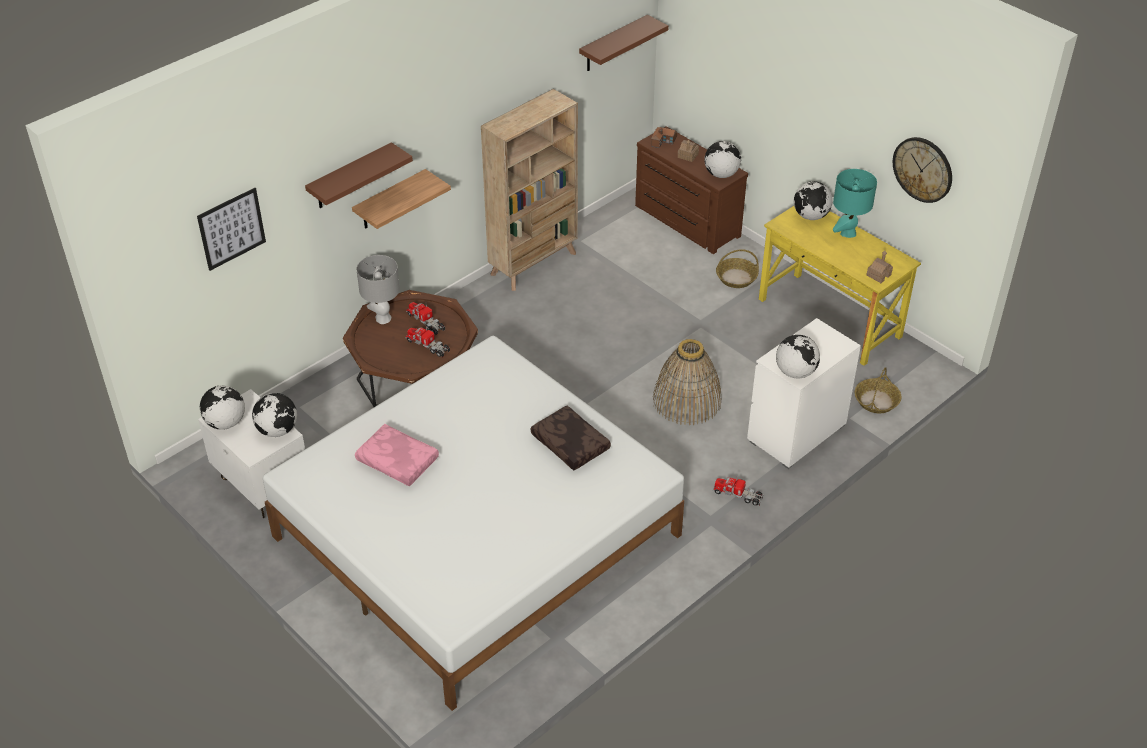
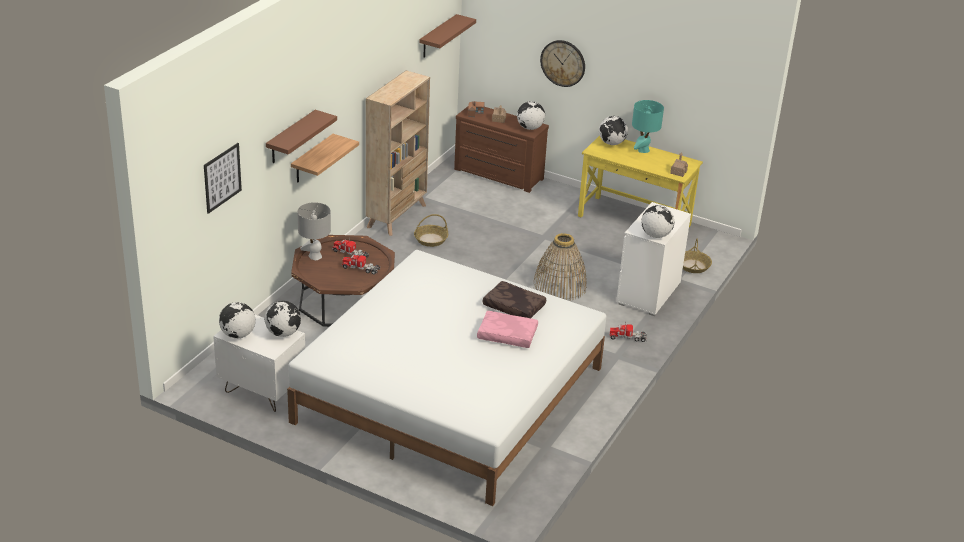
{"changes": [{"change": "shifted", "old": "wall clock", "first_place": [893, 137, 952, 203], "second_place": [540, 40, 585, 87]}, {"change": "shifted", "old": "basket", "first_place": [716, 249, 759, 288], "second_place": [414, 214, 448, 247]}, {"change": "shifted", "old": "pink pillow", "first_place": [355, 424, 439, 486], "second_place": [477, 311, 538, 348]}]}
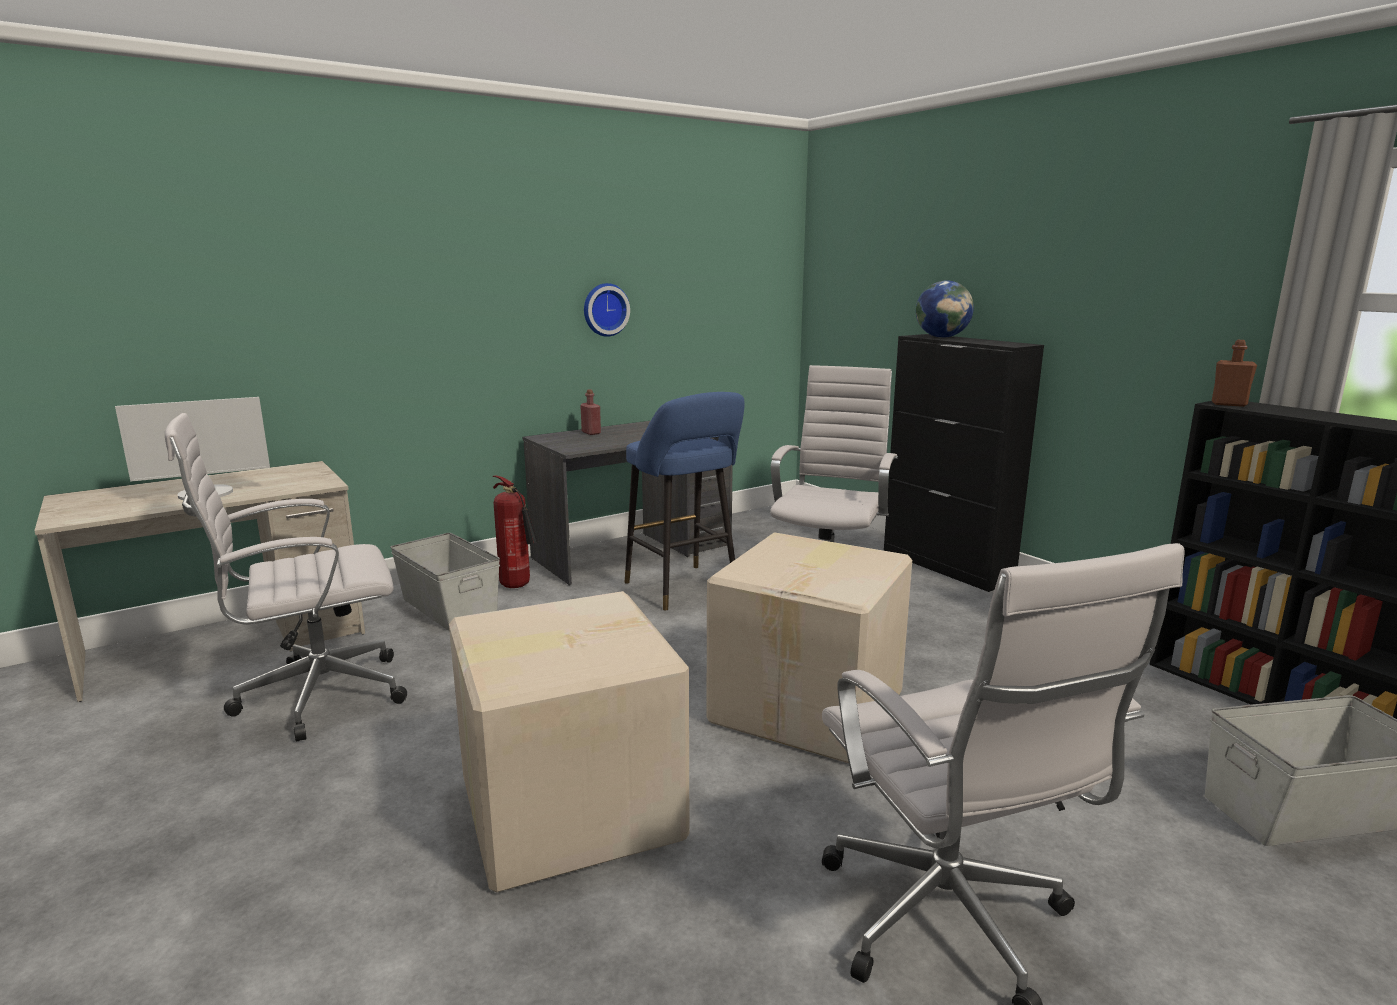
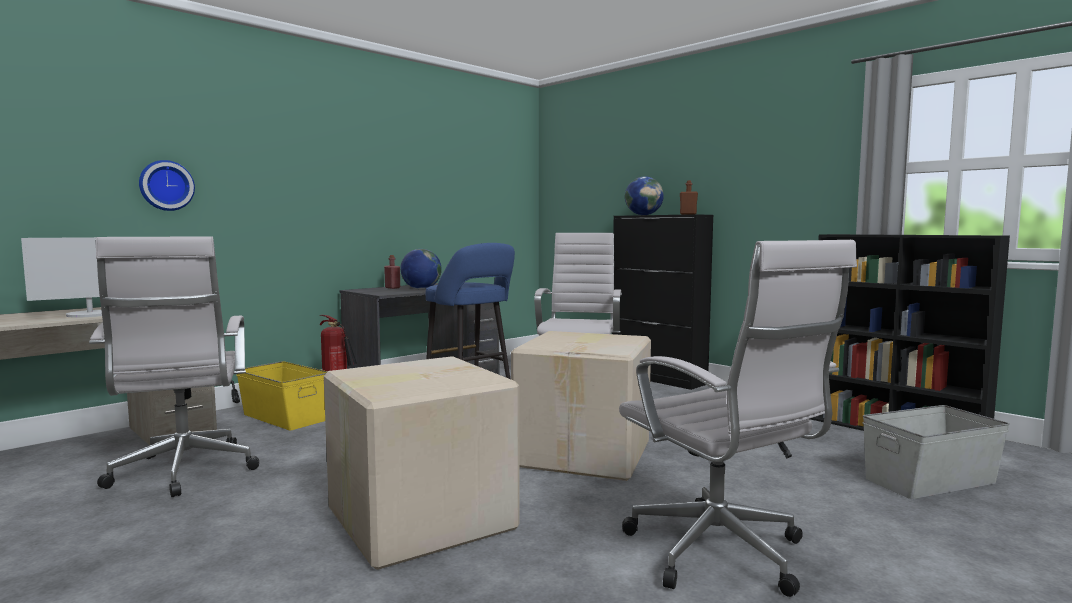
{"changes": [{"change": "shifted", "old": "wall clock", "first_place": [584, 283, 630, 337], "second_place": [139, 160, 195, 211]}, {"change": "shifted", "old": "brown bottle", "first_place": [1212, 340, 1257, 407], "second_place": [680, 180, 698, 215]}, {"change": "rotated", "old": "white office chair", "first_place": [165, 413, 407, 742], "second_place": [89, 236, 259, 497], "degrees": -75}, {"change": "repainted", "old": "grey storage box", "new": "yellow storage box", "first_place": [390, 533, 500, 631], "second_place": [236, 361, 328, 431]}, {"change": "new", "new": "globe", "second_place": [400, 249, 442, 289]}]}
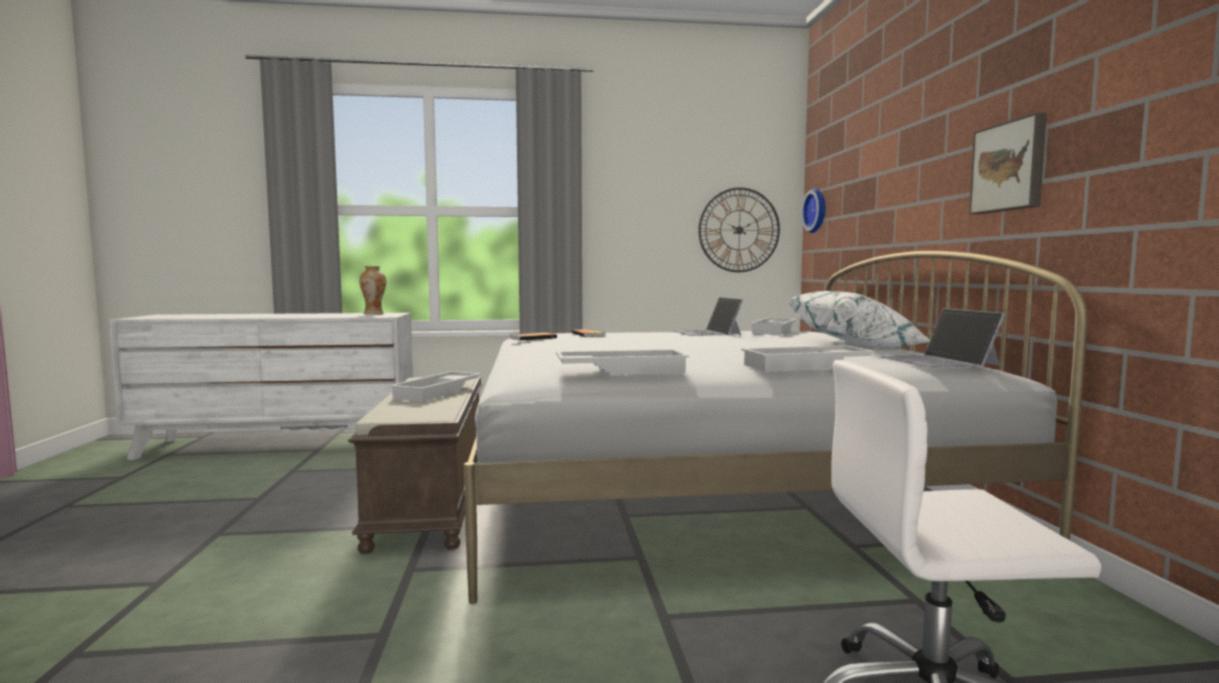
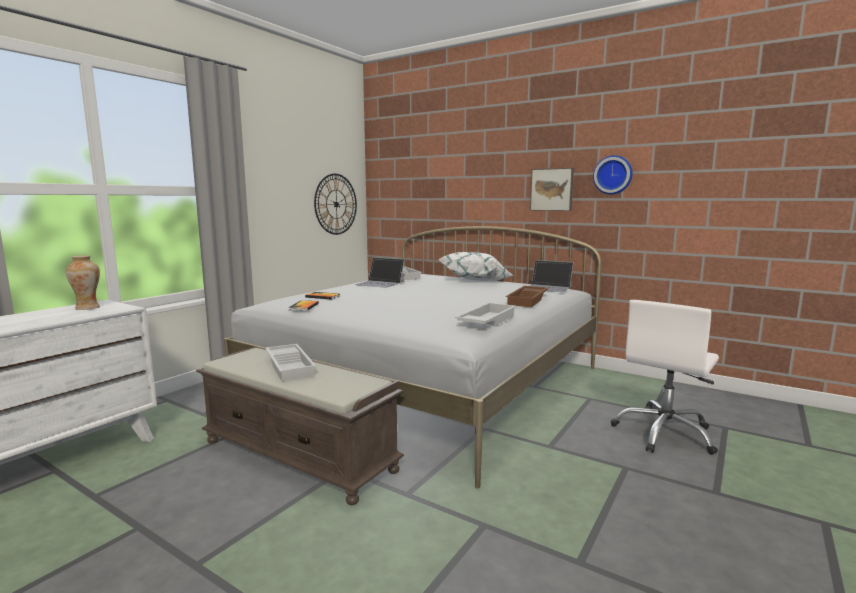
{"changes": [{"change": "shifted", "old": "wall clock", "first_place": [801, 188, 825, 233], "second_place": [593, 155, 633, 195]}, {"change": "repainted", "old": "white tray", "new": "brown tray", "first_place": [741, 345, 875, 372], "second_place": [506, 286, 548, 307]}]}
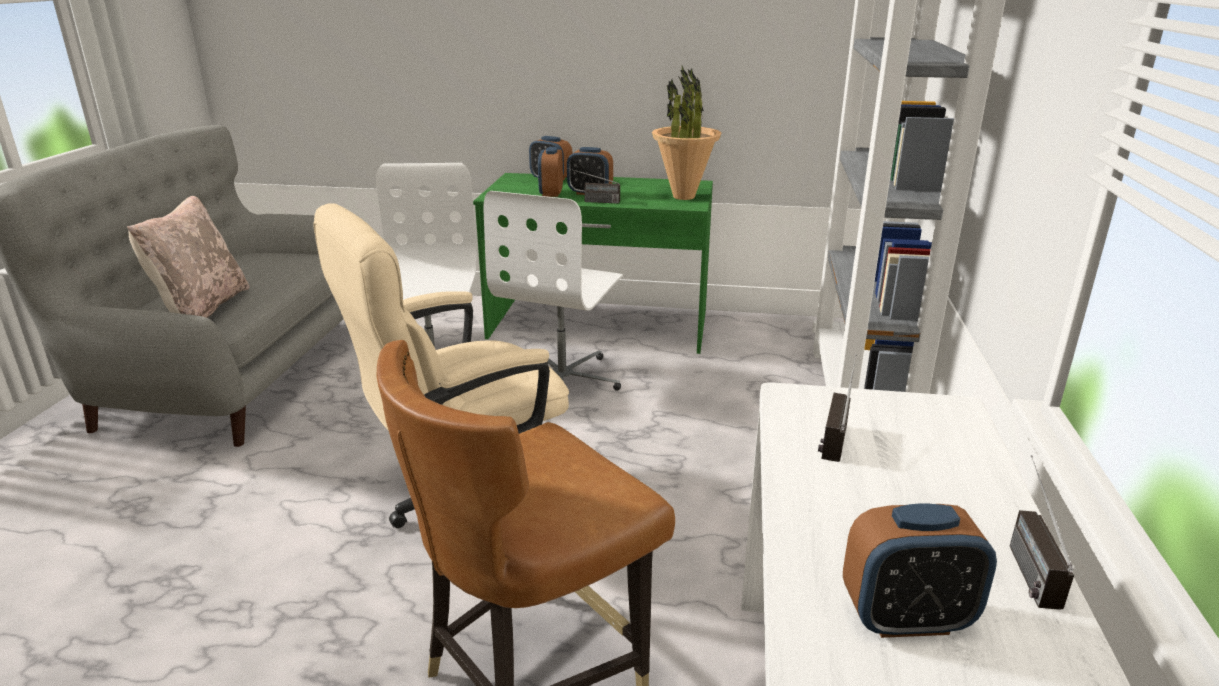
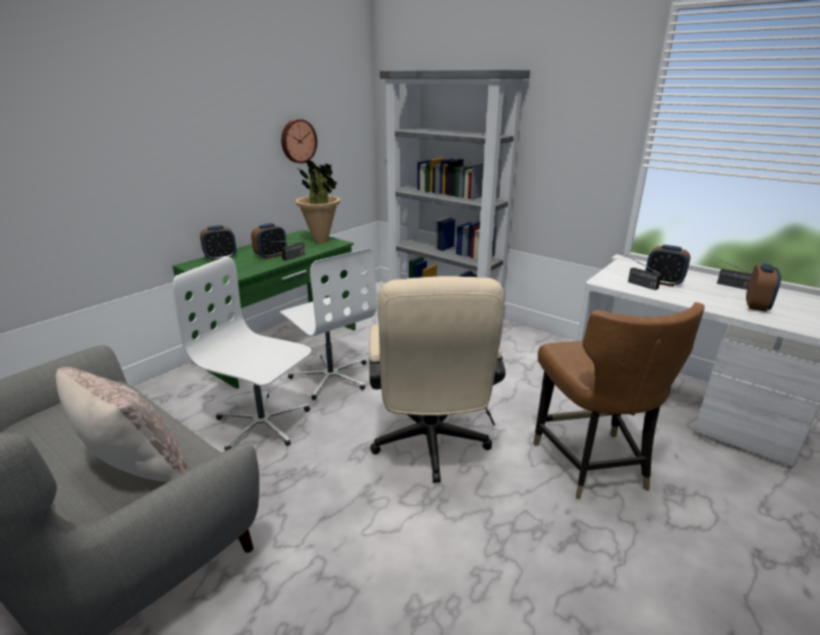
{"changes": [{"change": "shifted", "old": "alarm clock", "first_place": [538, 147, 563, 197], "second_place": [645, 245, 690, 287]}, {"change": "new", "new": "wall clock", "second_place": [281, 119, 317, 163]}]}
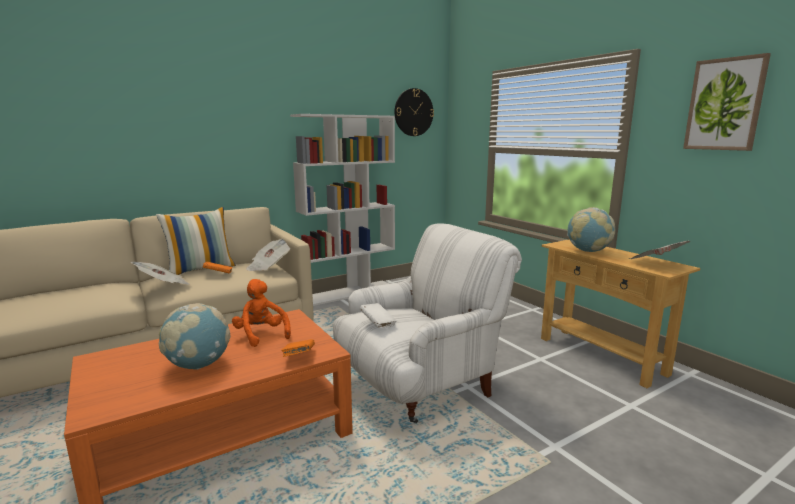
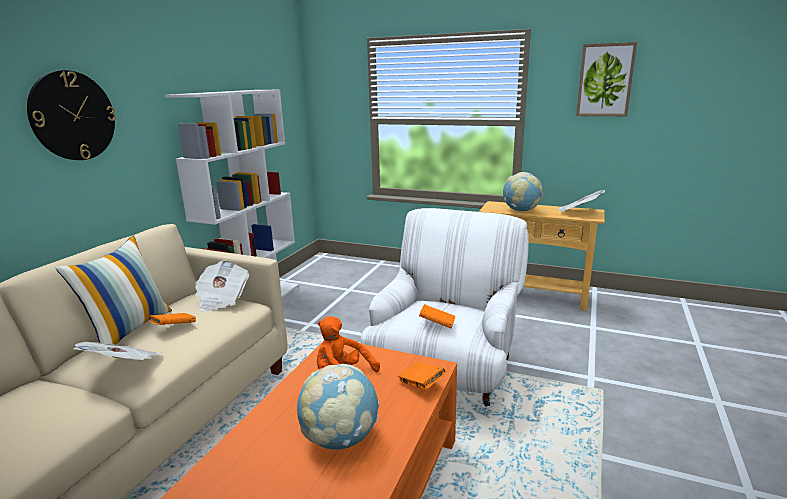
{"changes": [{"change": "shifted", "old": "wall clock", "first_place": [395, 88, 434, 136], "second_place": [27, 70, 116, 160]}, {"change": "repainted", "old": "white book", "new": "orange book", "first_place": [360, 303, 397, 328], "second_place": [419, 304, 455, 329]}]}
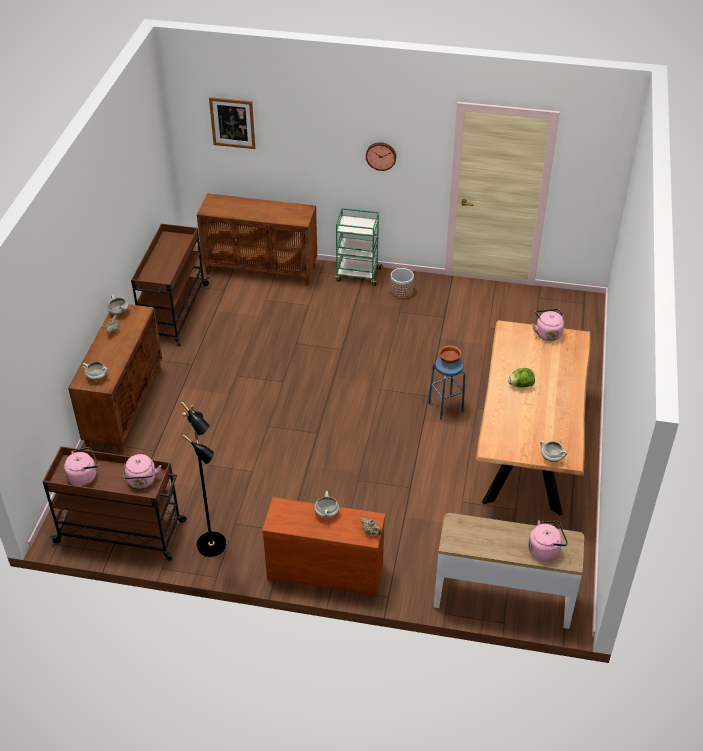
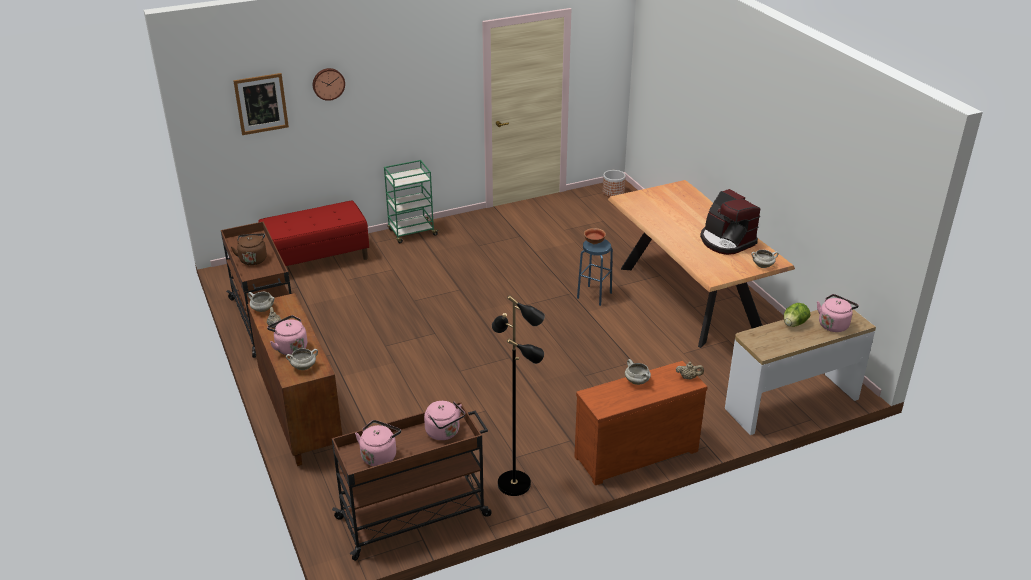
{"changes": [{"change": "shifted", "old": "wall clock", "first_place": [366, 142, 396, 171], "second_place": [313, 68, 345, 101]}, {"change": "swapped", "old": "brown cabinet", "new": "red bench", "first_place": [197, 194, 317, 286], "second_place": [258, 201, 369, 266]}, {"change": "shifted", "old": "planter", "first_place": [390, 268, 414, 299], "second_place": [603, 170, 626, 197]}, {"change": "shifted", "old": "pink kettle", "first_place": [532, 309, 564, 341], "second_place": [267, 315, 307, 355]}, {"change": "shifted", "old": "lettuce", "first_place": [508, 368, 535, 388], "second_place": [784, 303, 810, 327]}, {"change": "new", "new": "coffee machine", "second_place": [700, 189, 760, 255]}, {"change": "new", "new": "brown kettle", "second_place": [231, 233, 267, 265]}]}
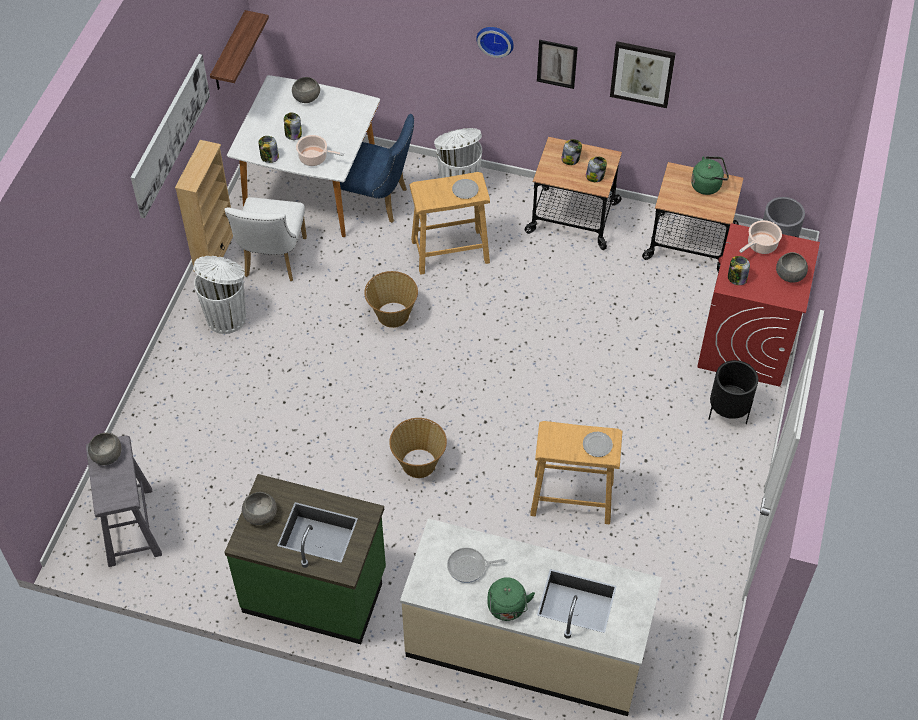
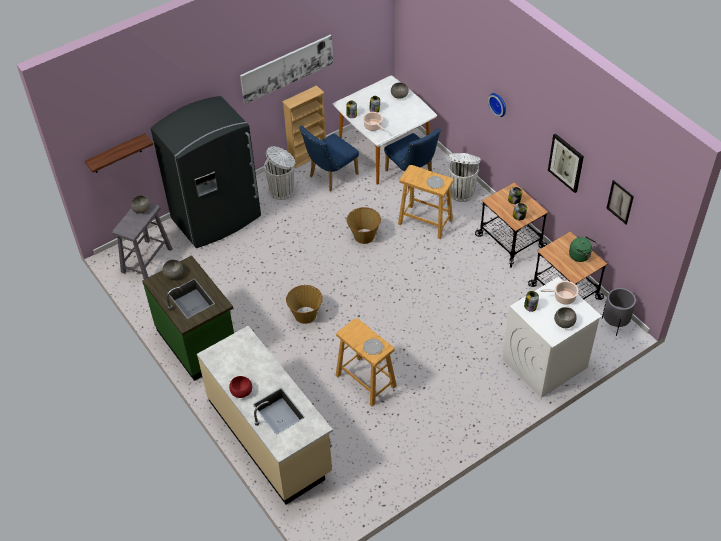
{"changes": [{"change": "shifted", "old": "shelf", "first_place": [210, 10, 269, 90], "second_place": [85, 133, 153, 173]}, {"change": "shifted", "old": "picture", "first_place": [537, 40, 578, 89], "second_place": [607, 180, 634, 224]}, {"change": "repainted", "old": "white chair", "new": "blue chair", "first_place": [224, 197, 307, 281], "second_place": [300, 126, 359, 191]}, {"change": "repainted", "old": "red washing machine", "new": "white washing machine", "first_place": [697, 223, 820, 387], "second_place": [502, 277, 602, 398]}, {"change": "gone", "old": "black planter", "first_place": [709, 360, 758, 424]}, {"change": "gone", "old": "frying pan", "first_place": [447, 548, 505, 583]}, {"change": "swapped", "old": "green kettle", "new": "red bowl", "first_place": [487, 577, 535, 621], "second_place": [229, 376, 252, 398]}, {"change": "new", "new": "grey fridge", "second_place": [151, 96, 261, 248]}]}
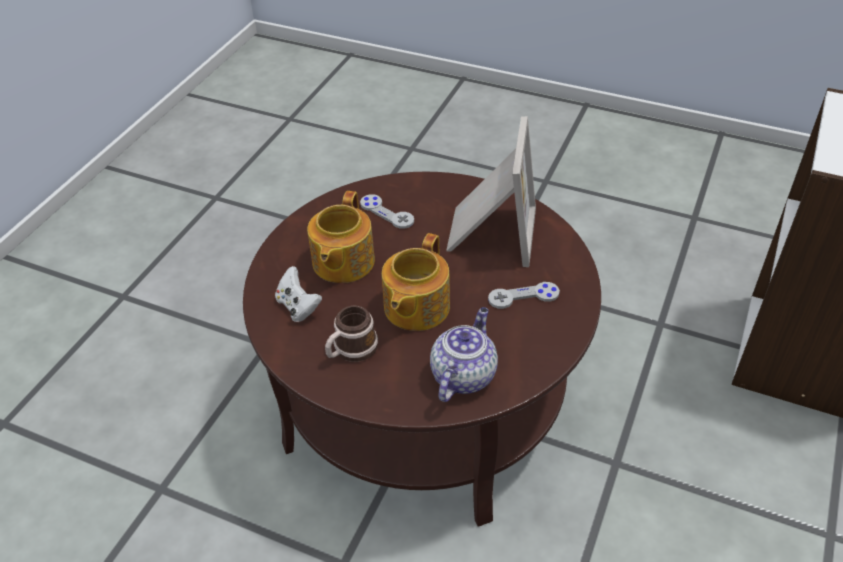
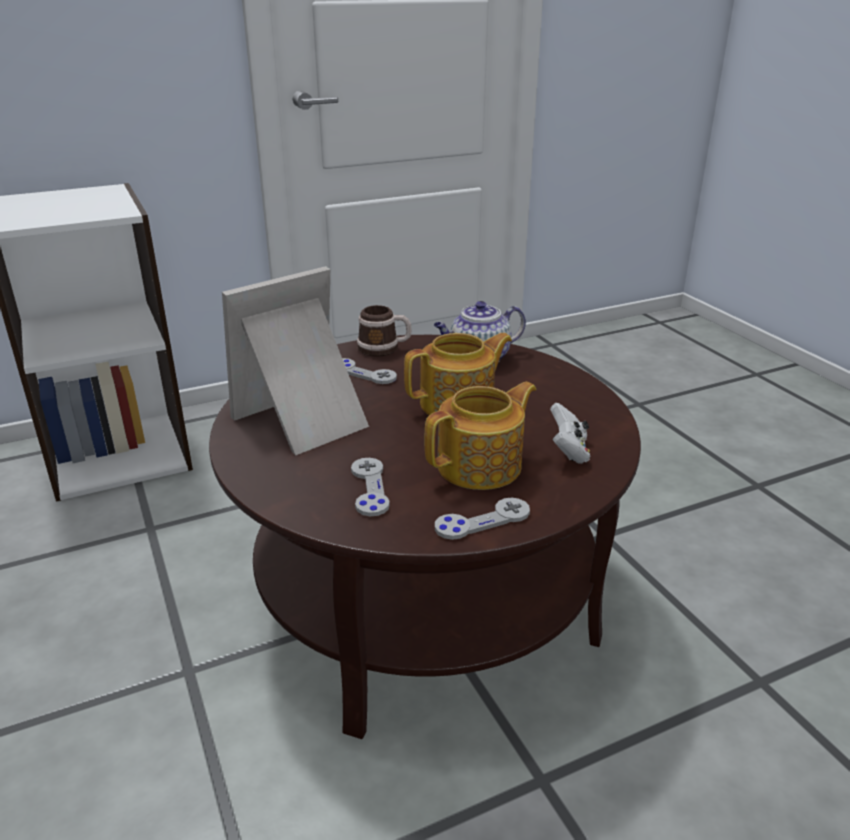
{"changes": [{"change": "shifted", "old": "mug", "first_place": [325, 306, 378, 362], "second_place": [357, 305, 412, 357]}, {"change": "new", "new": "grey game controller", "second_place": [435, 498, 530, 540]}]}
